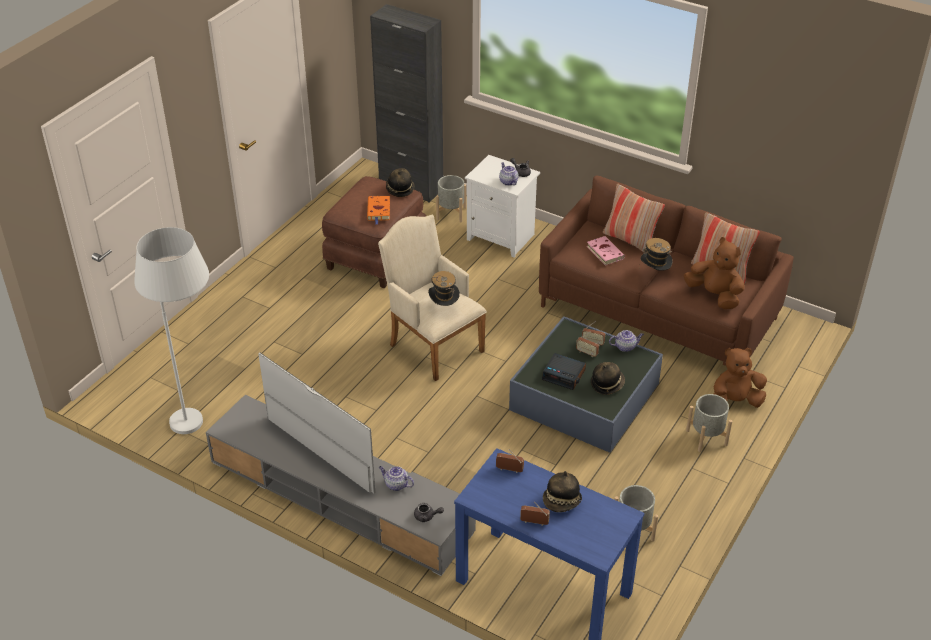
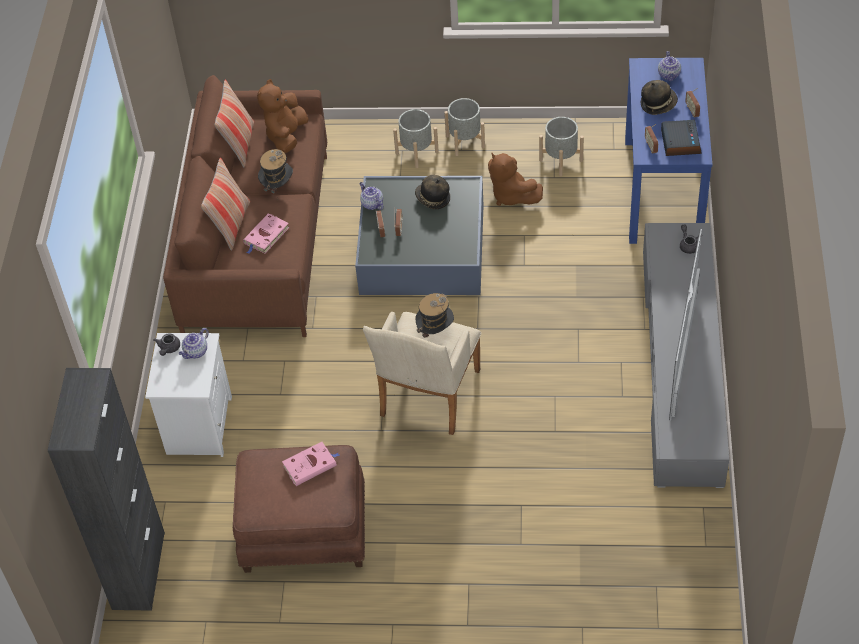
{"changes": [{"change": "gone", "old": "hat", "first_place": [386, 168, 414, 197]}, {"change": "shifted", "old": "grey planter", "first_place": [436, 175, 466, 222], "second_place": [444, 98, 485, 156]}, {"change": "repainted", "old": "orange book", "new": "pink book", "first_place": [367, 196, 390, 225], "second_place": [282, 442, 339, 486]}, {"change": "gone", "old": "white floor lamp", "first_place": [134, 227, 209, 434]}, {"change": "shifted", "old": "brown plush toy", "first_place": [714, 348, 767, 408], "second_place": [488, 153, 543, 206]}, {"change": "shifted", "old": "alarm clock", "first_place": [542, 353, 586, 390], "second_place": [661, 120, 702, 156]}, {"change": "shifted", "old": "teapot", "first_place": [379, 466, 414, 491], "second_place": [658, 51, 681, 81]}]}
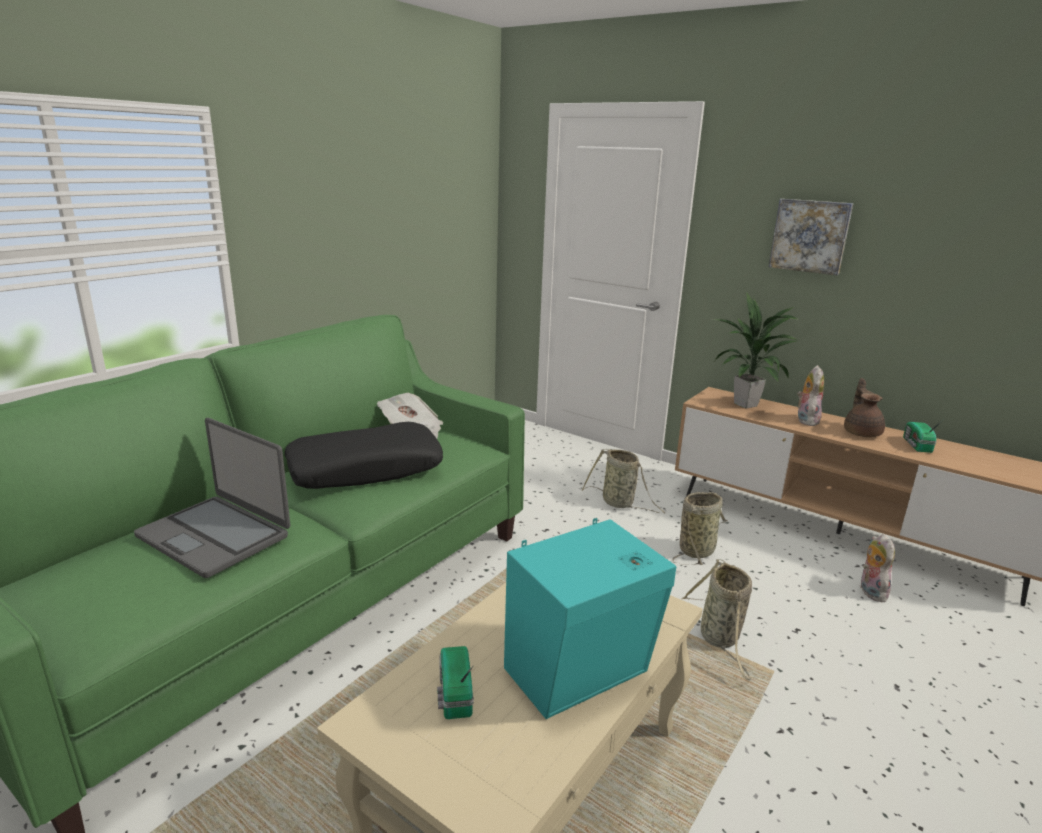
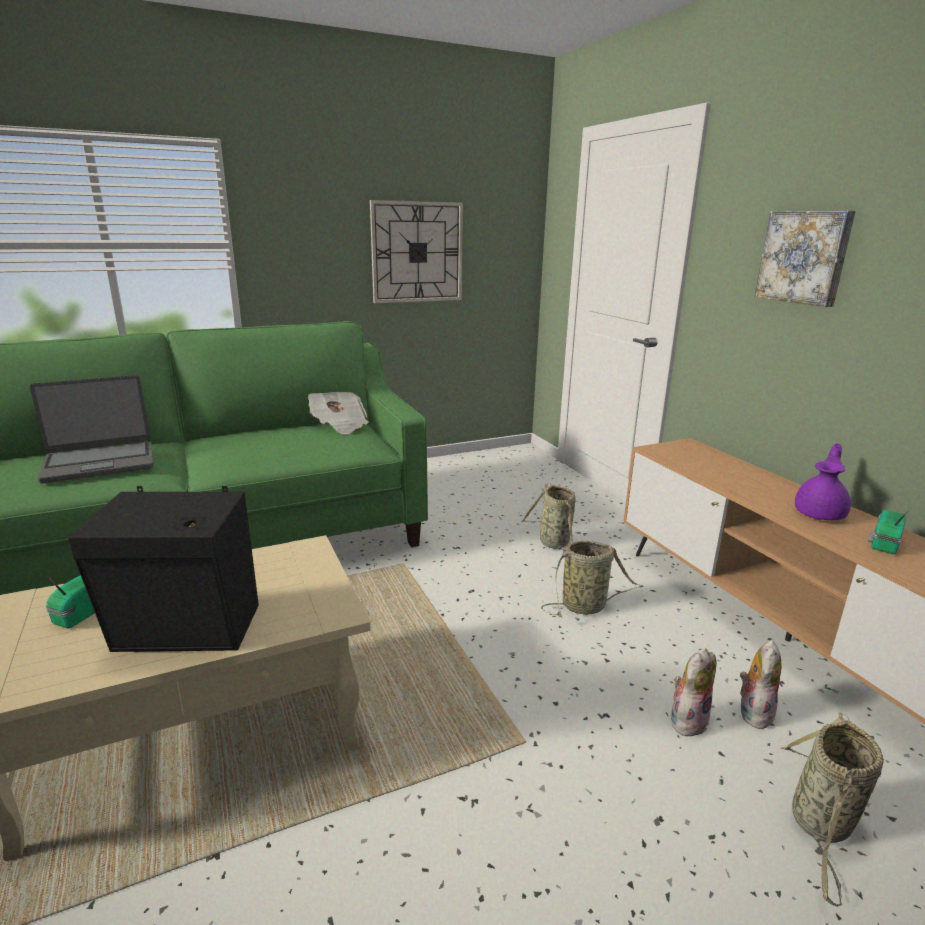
{"changes": [{"change": "gone", "old": "potted plant", "first_place": [713, 293, 798, 408]}, {"change": "shifted", "old": "plush toy", "first_place": [797, 365, 824, 426], "second_place": [671, 648, 716, 736]}, {"change": "repainted", "old": "brown teapot", "new": "purple teapot", "first_place": [844, 378, 885, 437], "second_place": [795, 443, 851, 520]}, {"change": "rotated", "old": "laptop", "first_place": [134, 418, 290, 578], "second_place": [30, 375, 153, 483], "degrees": -90}, {"change": "gone", "old": "black pillow", "first_place": [285, 422, 443, 489]}, {"change": "repainted", "old": "turquoise speaker", "new": "black speaker", "first_place": [504, 518, 676, 719], "second_place": [68, 486, 259, 652]}, {"change": "shifted", "old": "basket", "first_place": [681, 559, 752, 680], "second_place": [780, 712, 884, 907]}, {"change": "new", "new": "wall clock", "second_place": [370, 200, 463, 303]}]}
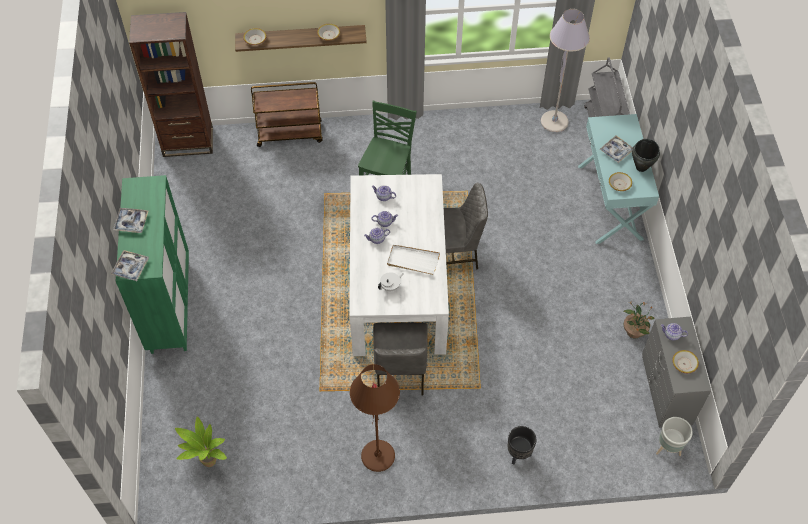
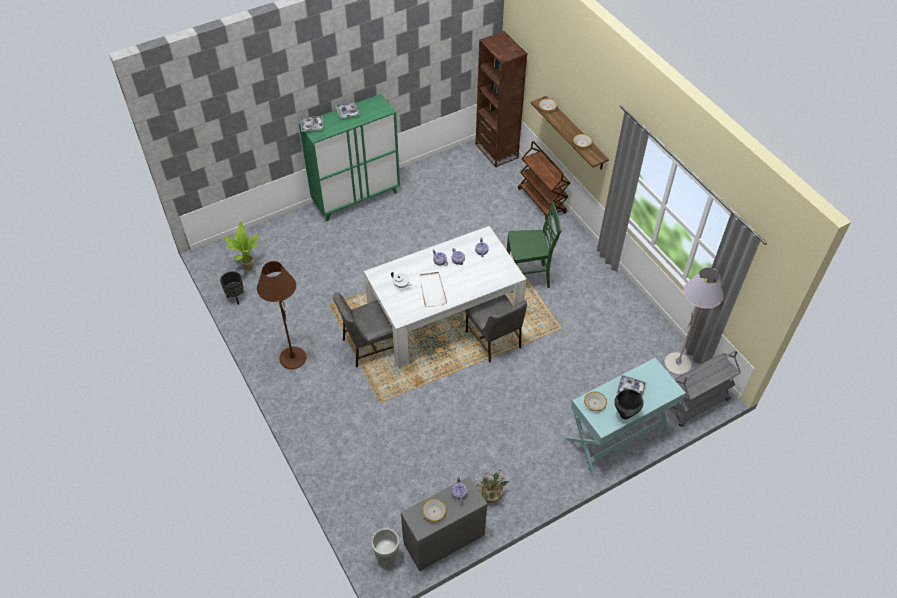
{"changes": [{"change": "shifted", "old": "black planter", "first_place": [508, 426, 536, 465], "second_place": [220, 271, 244, 305]}]}
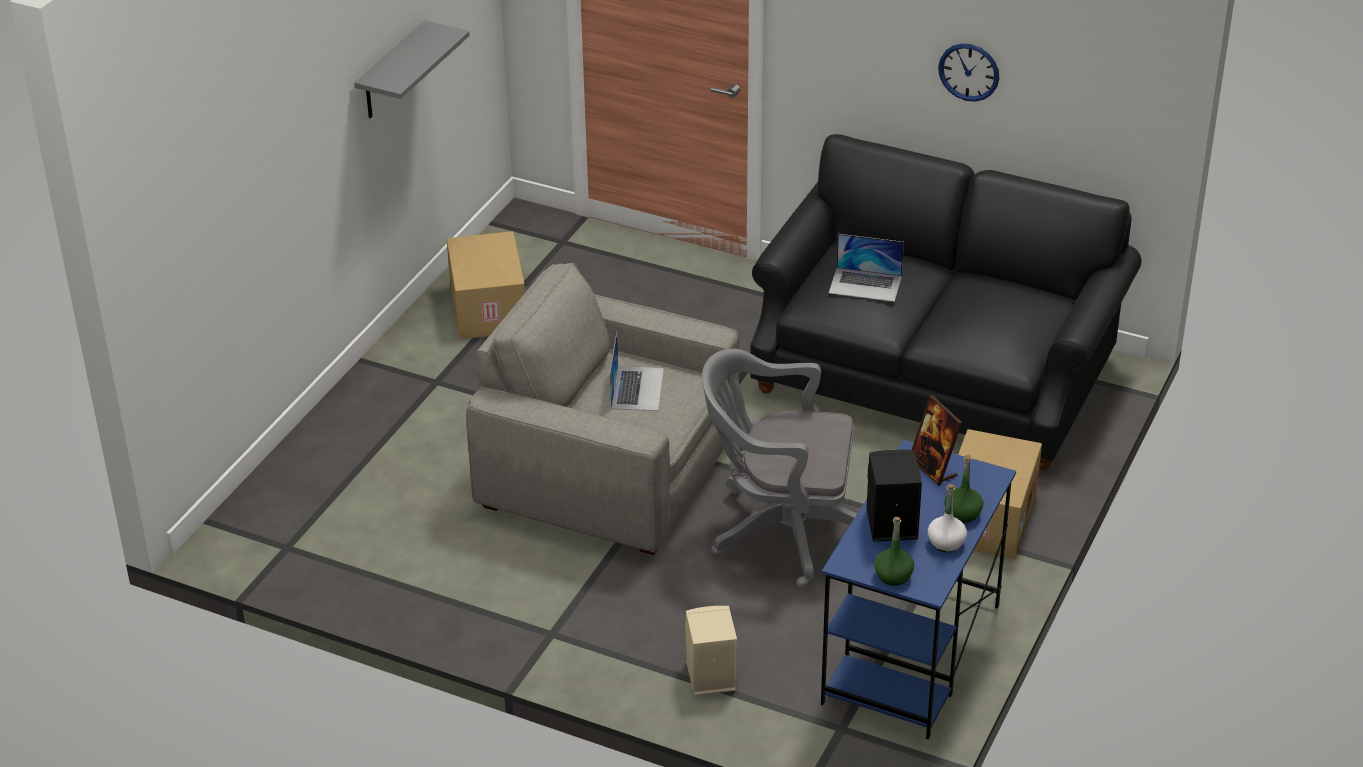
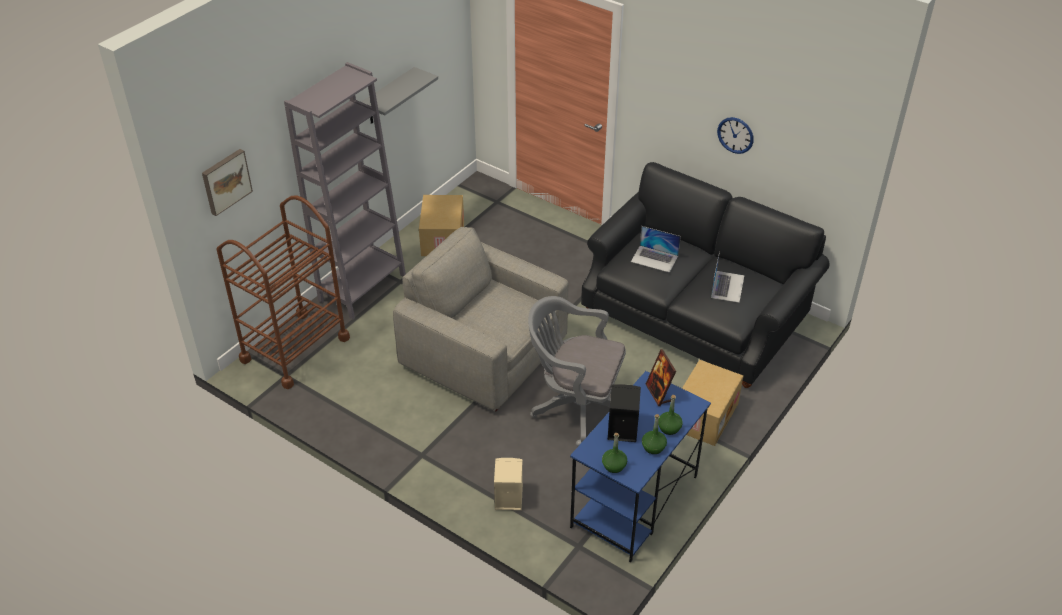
{"changes": [{"change": "shifted", "old": "laptop", "first_place": [610, 332, 664, 411], "second_place": [711, 251, 744, 303]}, {"change": "repainted", "old": "white bottle", "new": "green bottle", "first_place": [928, 484, 967, 552], "second_place": [642, 414, 667, 454]}, {"change": "new", "new": "grey bookcase", "second_place": [284, 62, 406, 319]}, {"change": "new", "new": "picture", "second_place": [202, 149, 253, 216]}, {"change": "new", "new": "brown cart", "second_place": [216, 195, 350, 389]}]}
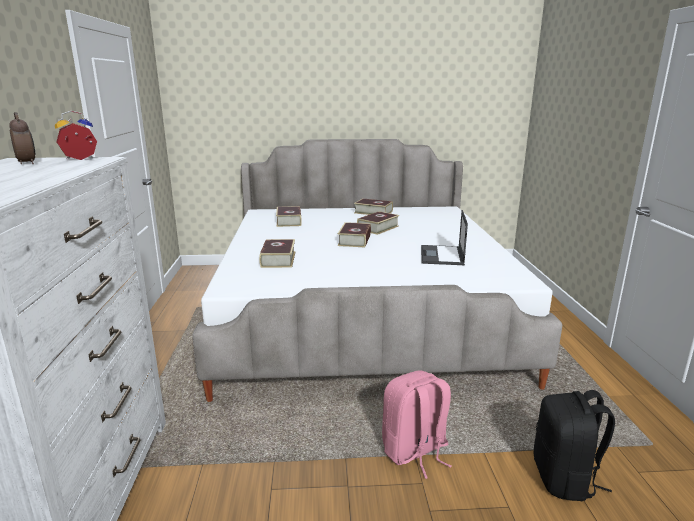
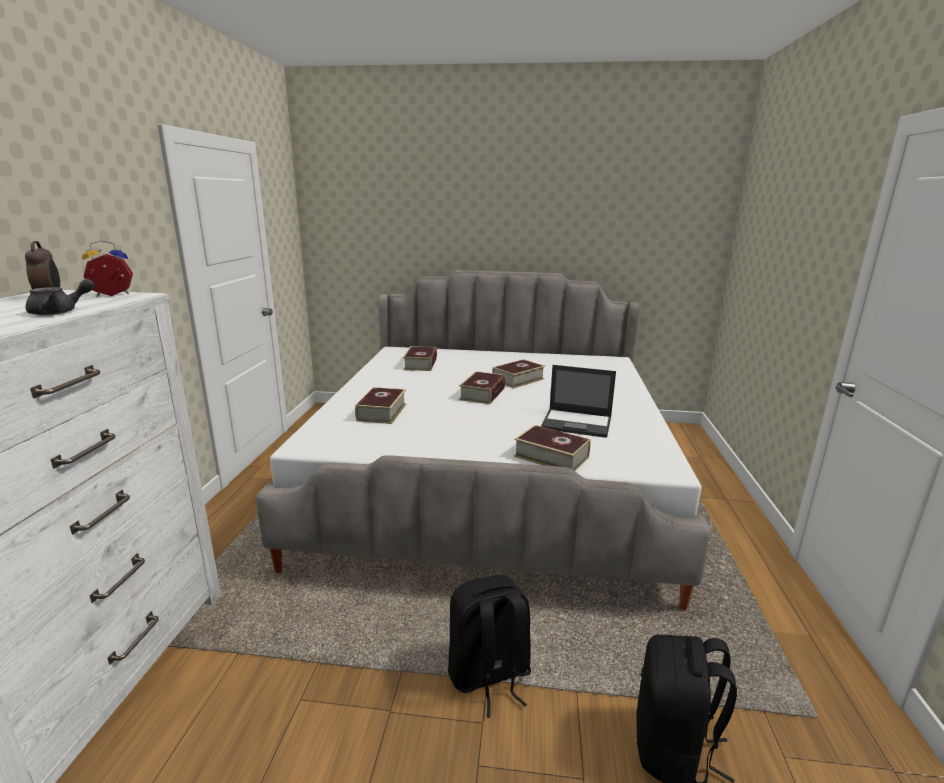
{"changes": [{"change": "shifted", "old": "book", "first_place": [354, 198, 393, 215], "second_place": [514, 425, 591, 471]}, {"change": "rotated", "old": "laptop", "first_place": [421, 210, 468, 265], "second_place": [541, 365, 616, 438], "degrees": -90}, {"change": "repainted", "old": "pink backpack", "new": "black backpack", "first_place": [382, 370, 452, 479], "second_place": [448, 575, 531, 718]}, {"change": "new", "new": "grey teapot", "second_place": [25, 279, 95, 315]}]}
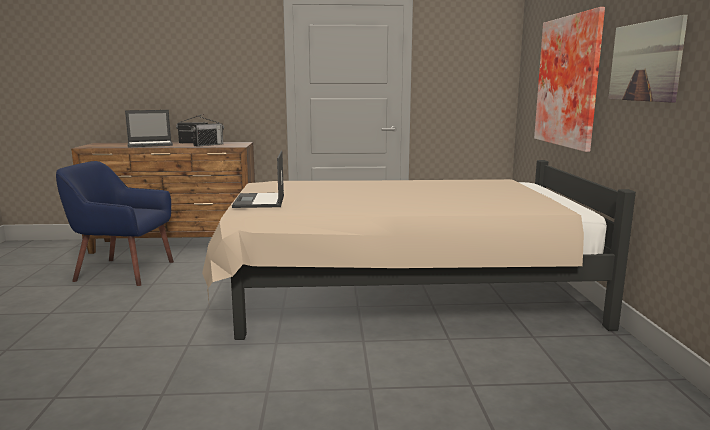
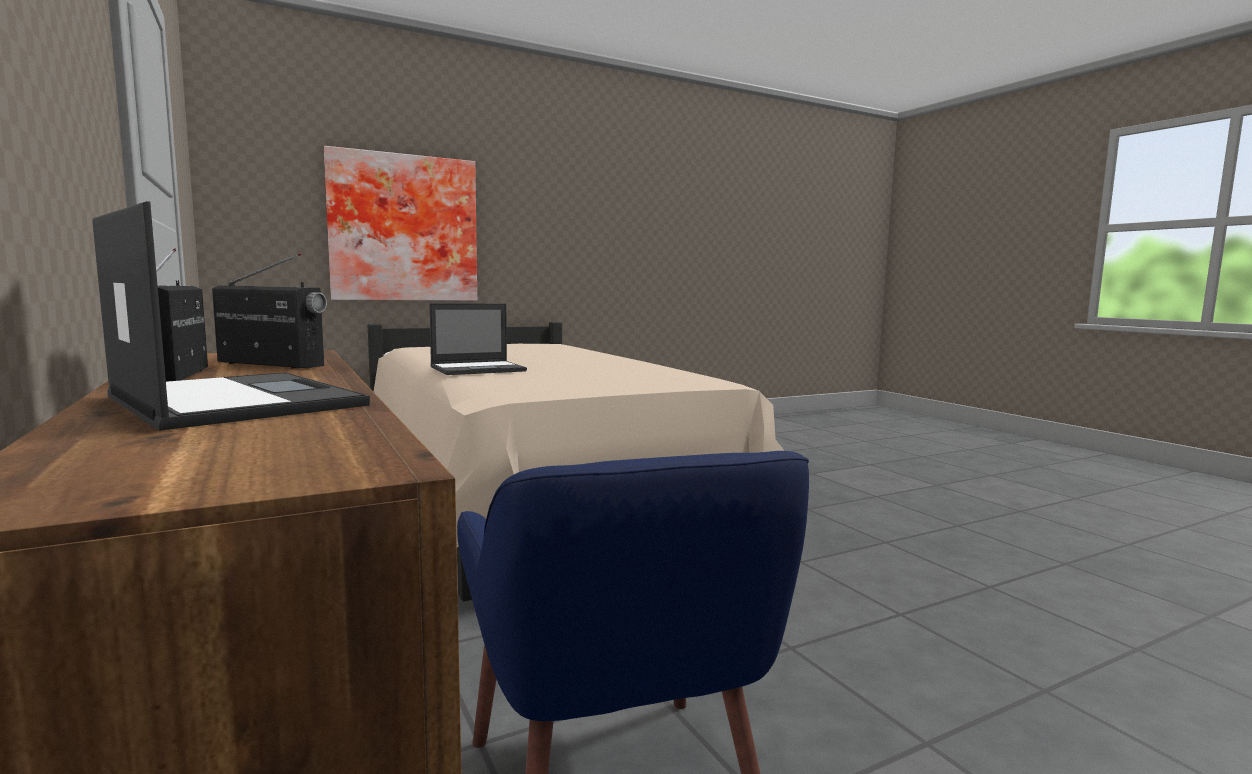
{"changes": [{"change": "gone", "old": "picture", "first_place": [608, 15, 688, 103]}, {"change": "shifted", "old": "laptop", "first_place": [232, 151, 284, 208], "second_place": [429, 303, 527, 375]}]}
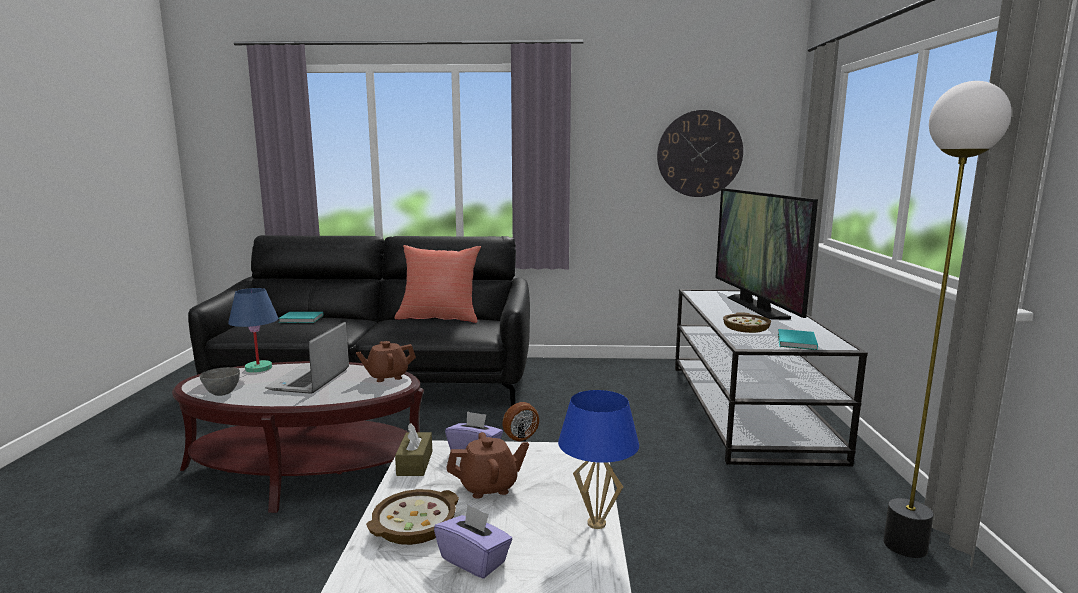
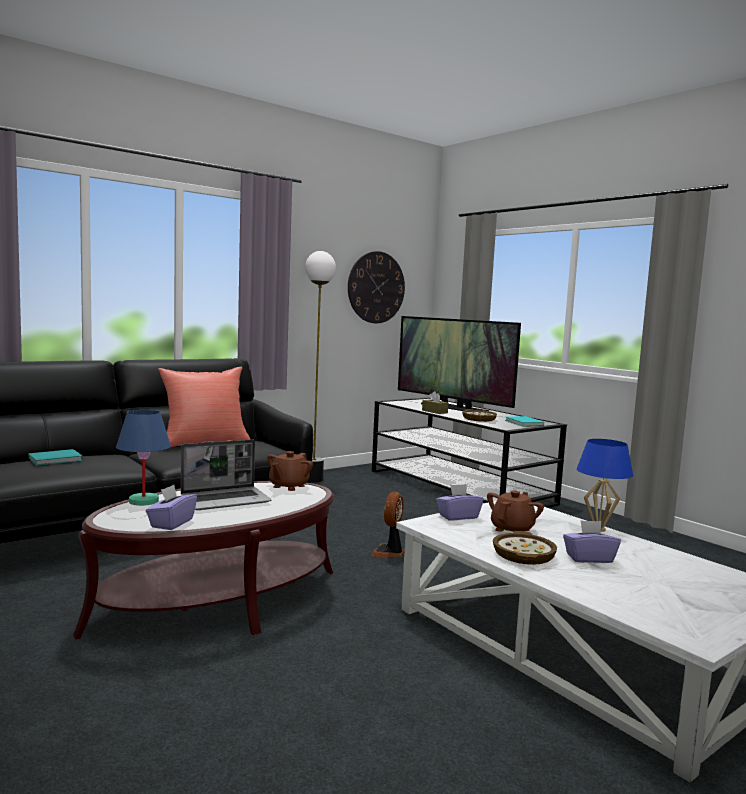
{"changes": [{"change": "shifted", "old": "floor lamp", "first_place": [883, 81, 1012, 558], "second_place": [305, 251, 336, 483]}, {"change": "rotated", "old": "laptop", "first_place": [265, 322, 349, 394], "second_place": [181, 439, 271, 510], "degrees": -90}, {"change": "swapped", "old": "grey bowl", "new": "purple tissue box", "first_place": [200, 367, 240, 396], "second_place": [146, 485, 197, 530]}, {"change": "shifted", "old": "brown tissue box", "first_place": [395, 423, 432, 476], "second_place": [422, 391, 448, 414]}]}
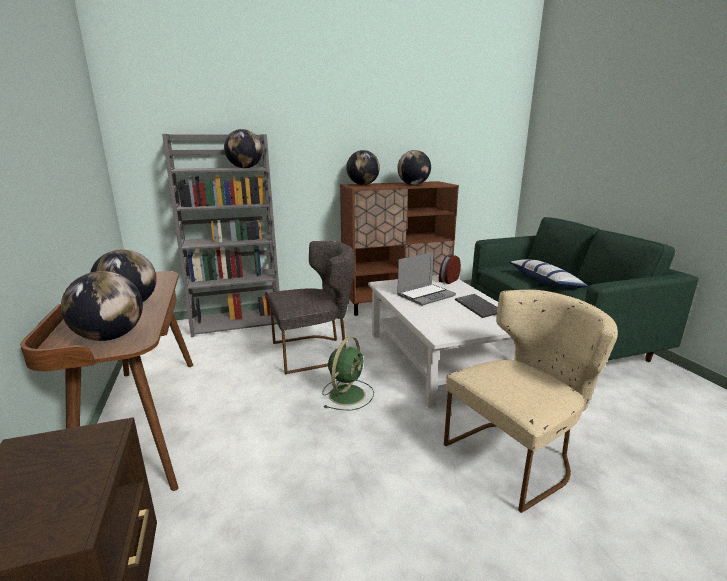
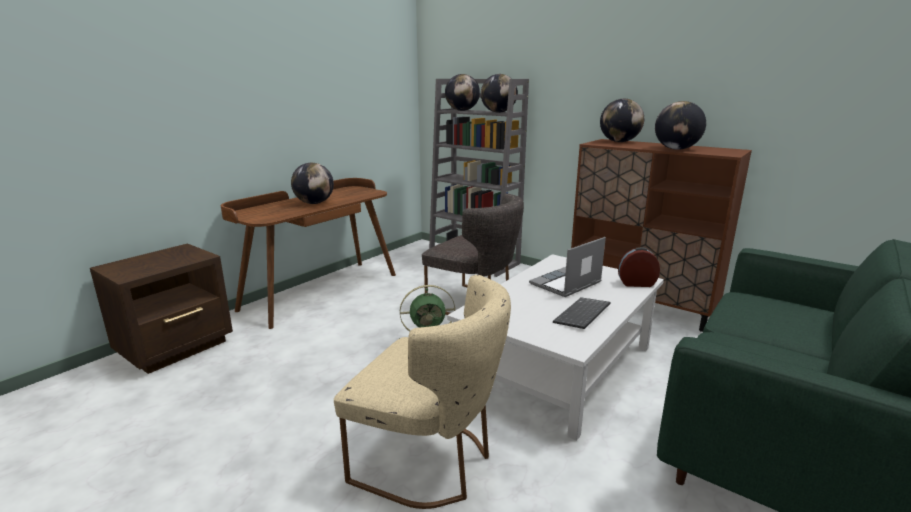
{"changes": [{"change": "rotated", "old": "laptop", "first_place": [397, 252, 456, 306], "second_place": [529, 237, 606, 297], "degrees": 120}, {"change": "gone", "old": "pillow", "first_place": [509, 259, 589, 289]}, {"change": "shifted", "old": "globe", "first_place": [61, 271, 143, 341], "second_place": [445, 74, 480, 111]}]}
